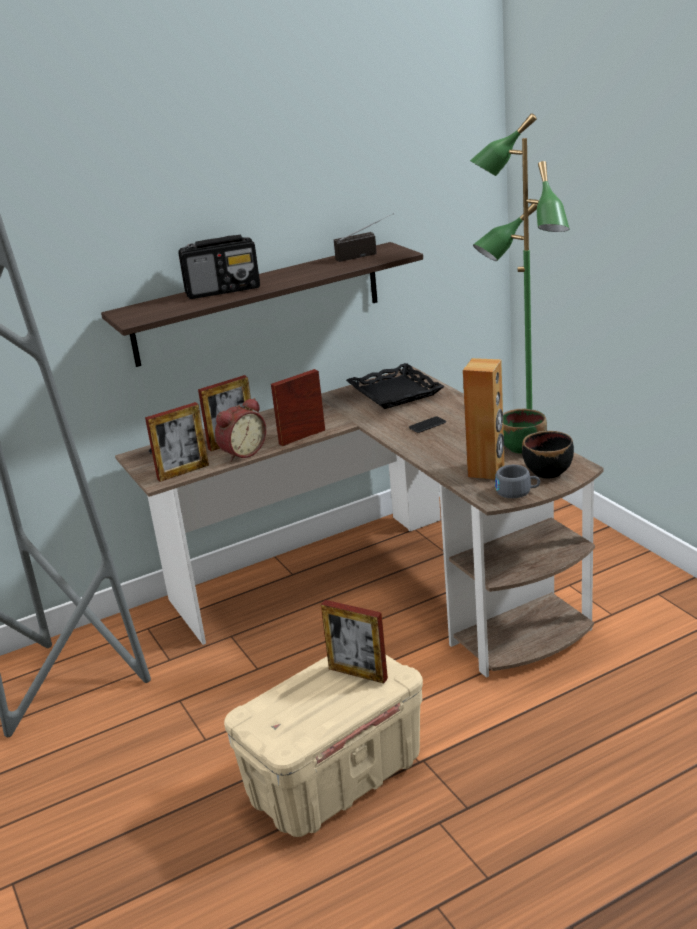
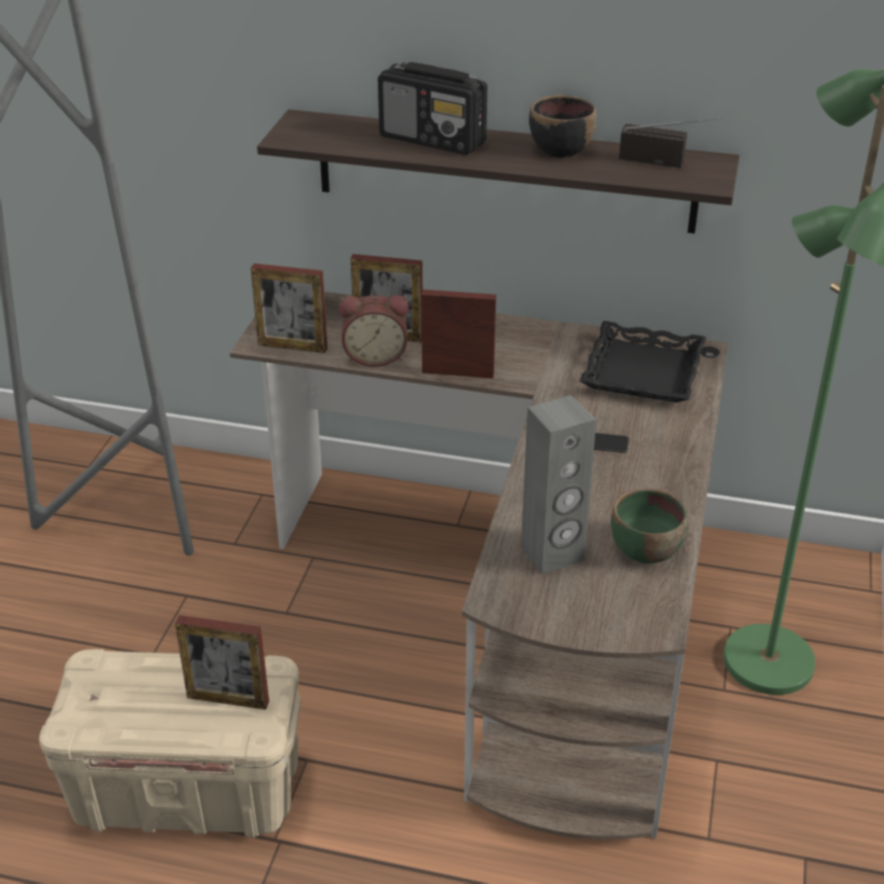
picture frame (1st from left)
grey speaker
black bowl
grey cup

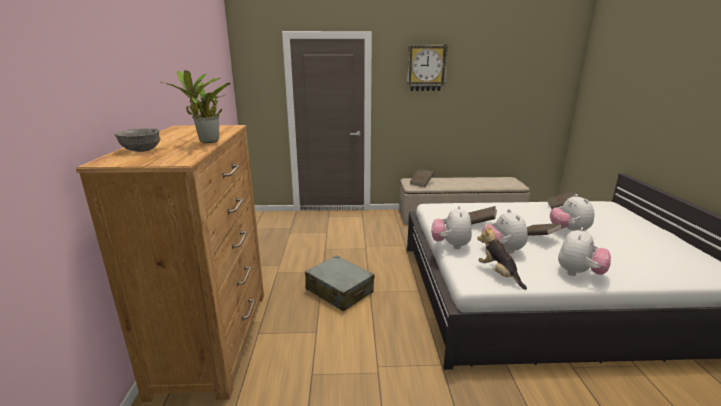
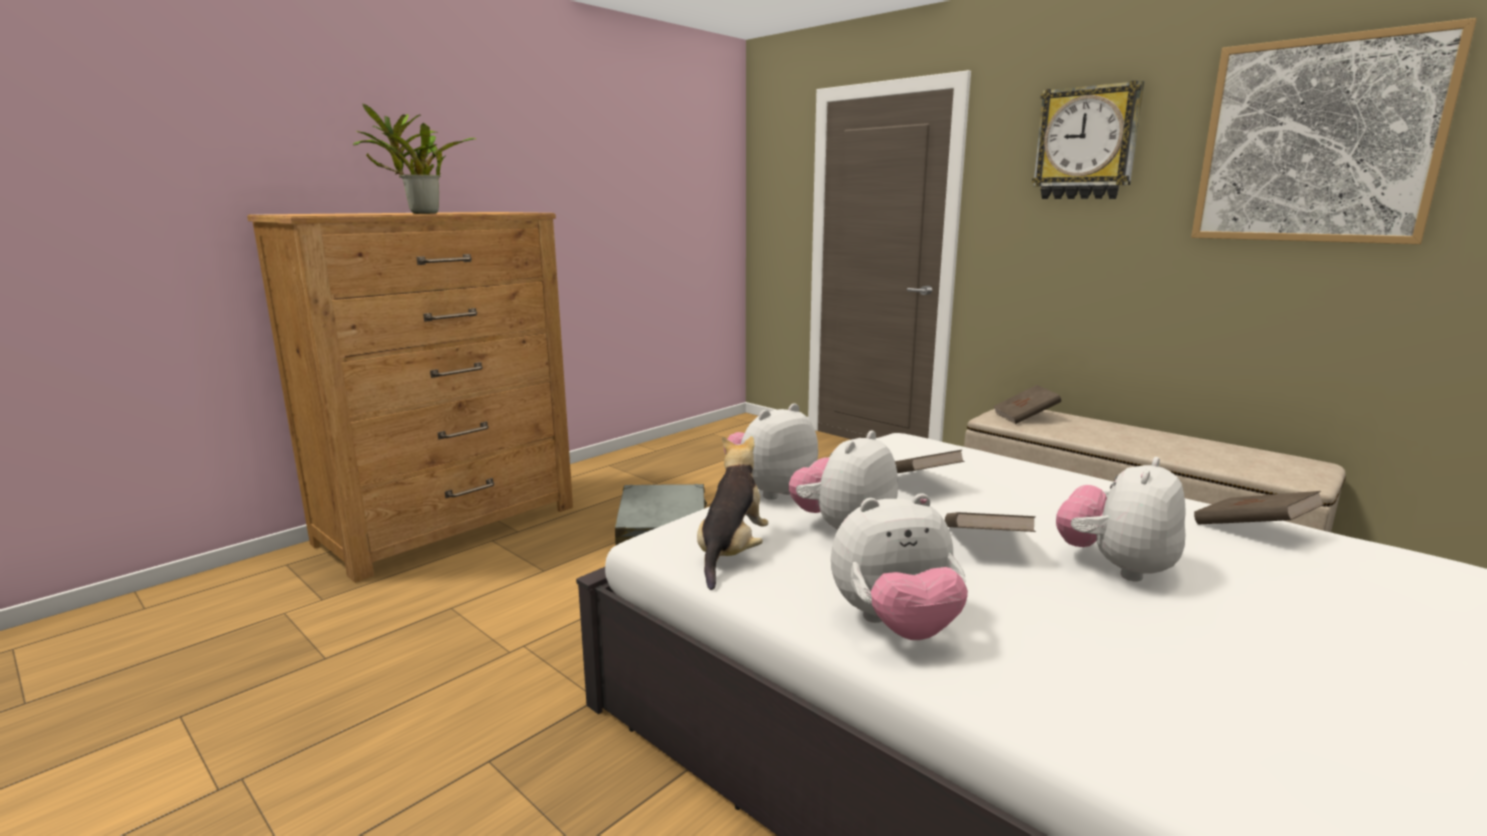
picture
grey bowl

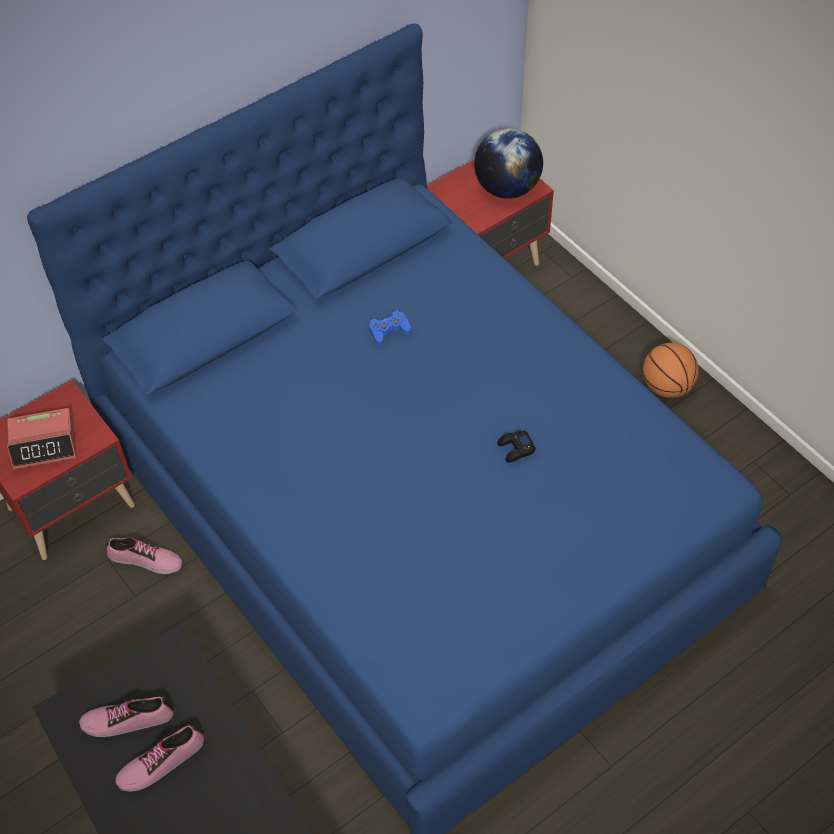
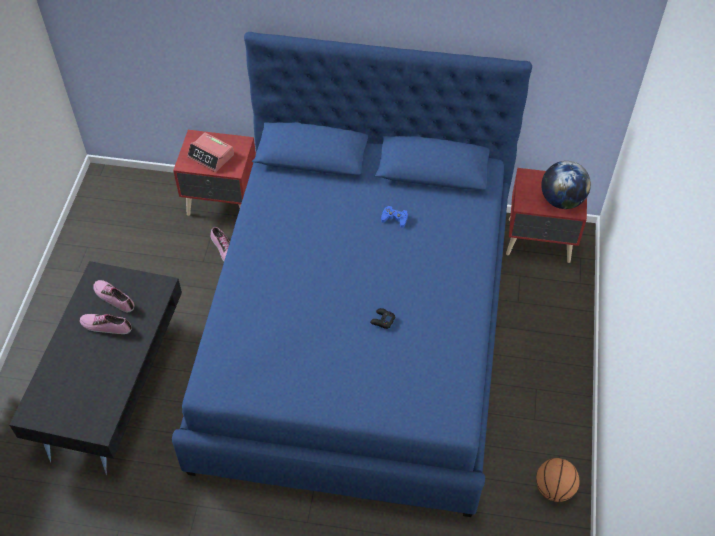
basketball

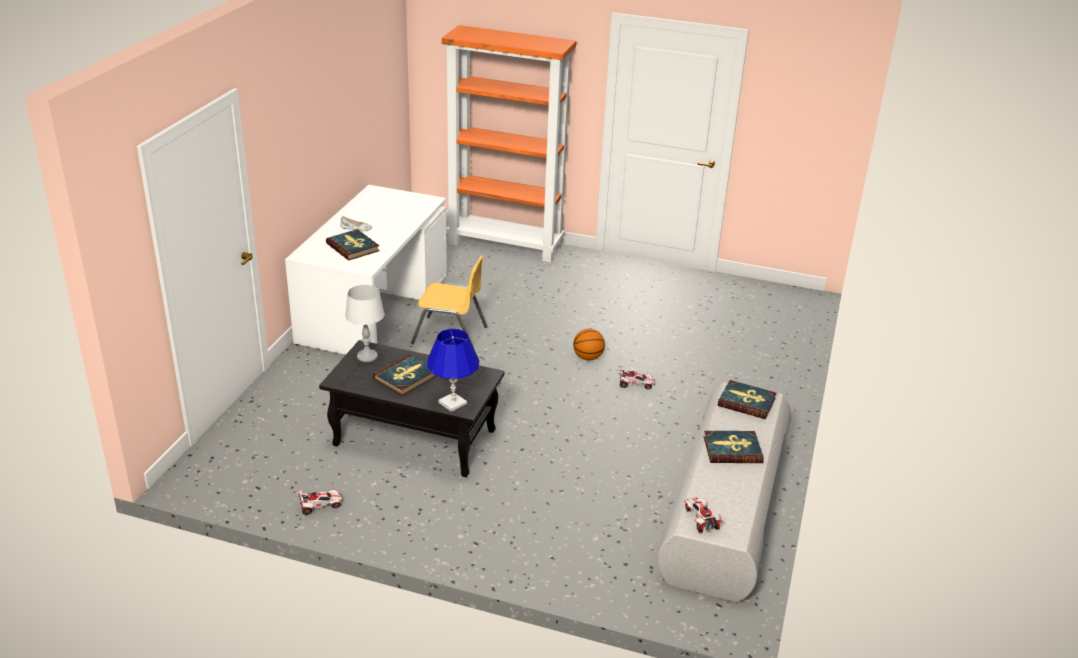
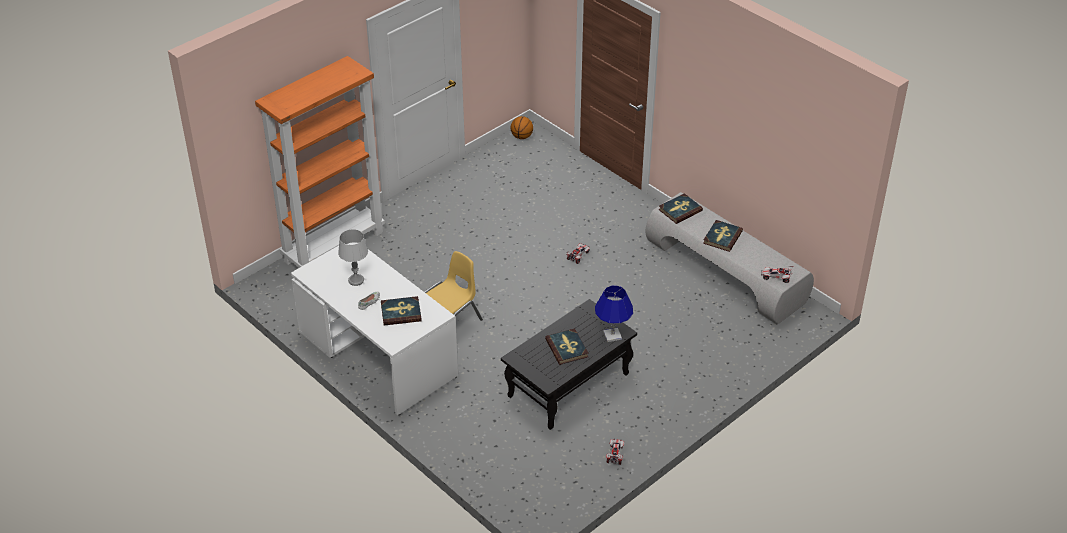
grey table lamp
basketball

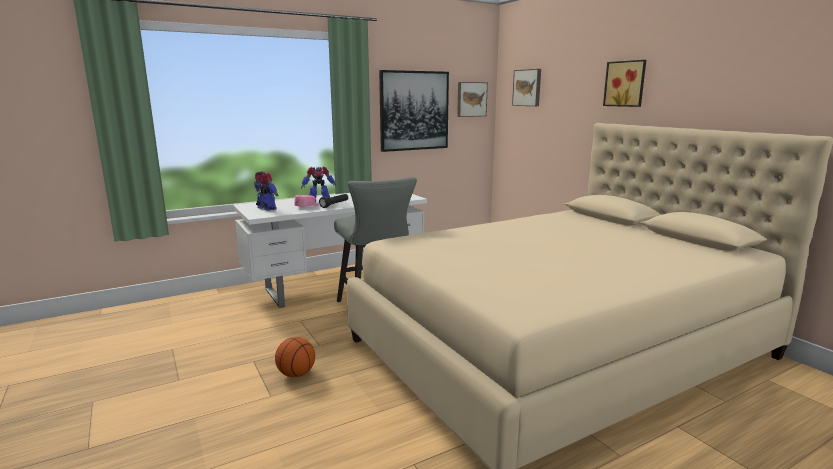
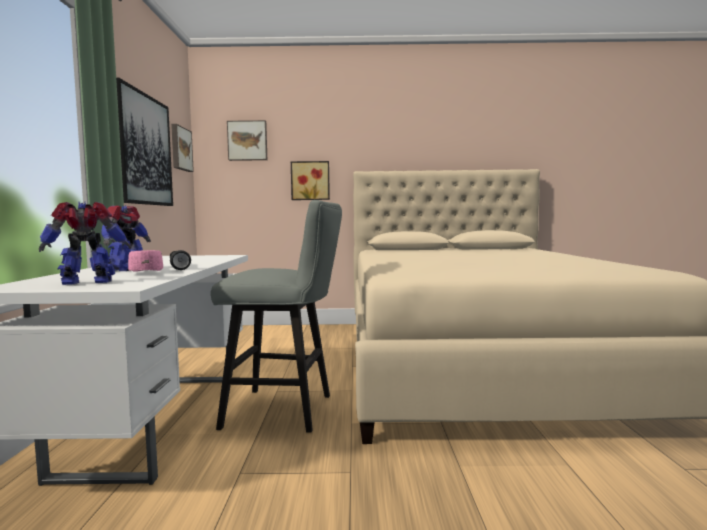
picture (4th from left)
basketball

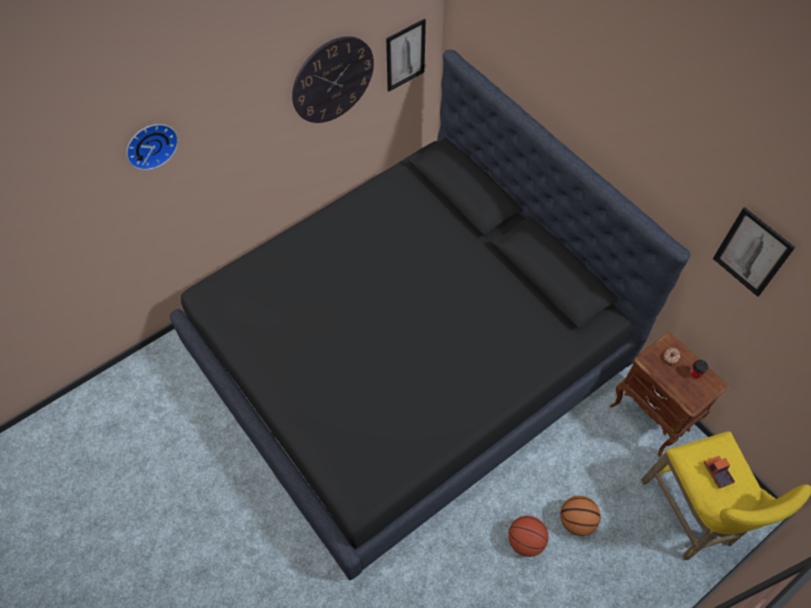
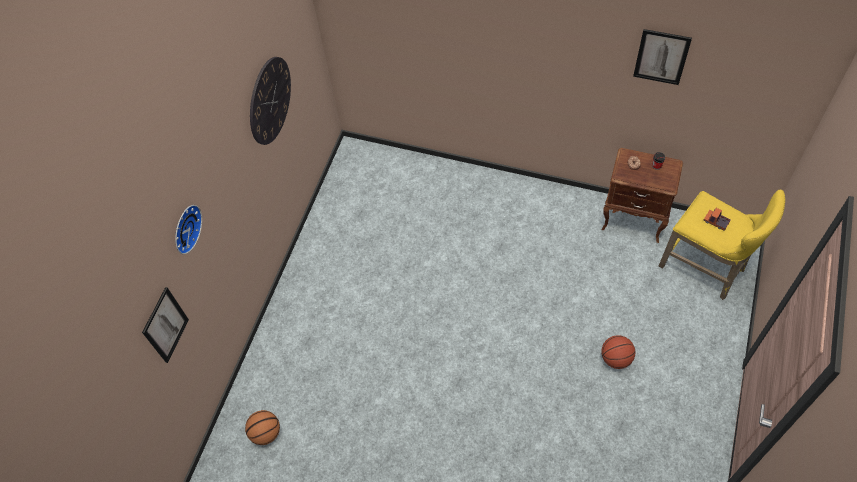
picture (1st from left)
basketball (1st from left)
black bed

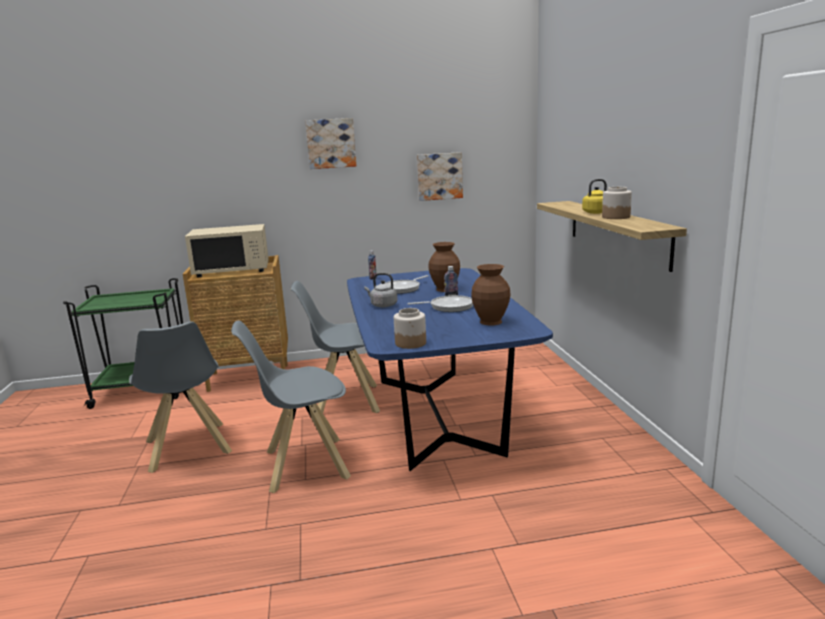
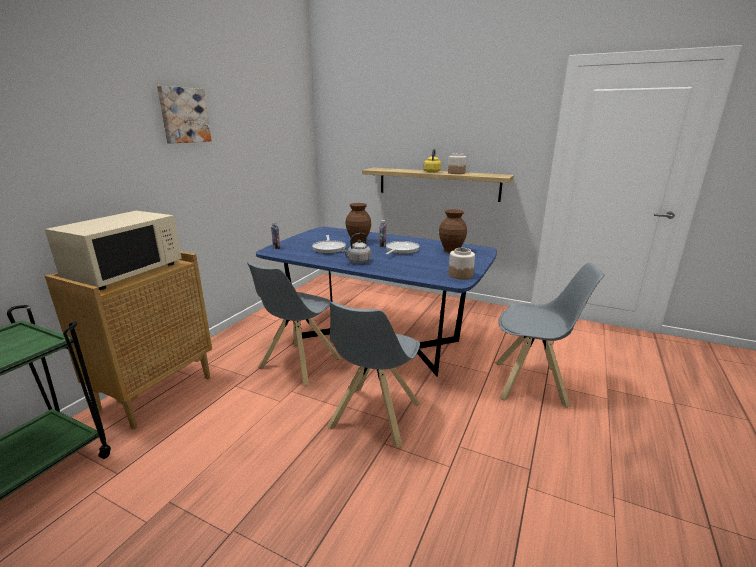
grey chair (3rd from left)
picture (2nd from left in the first image)

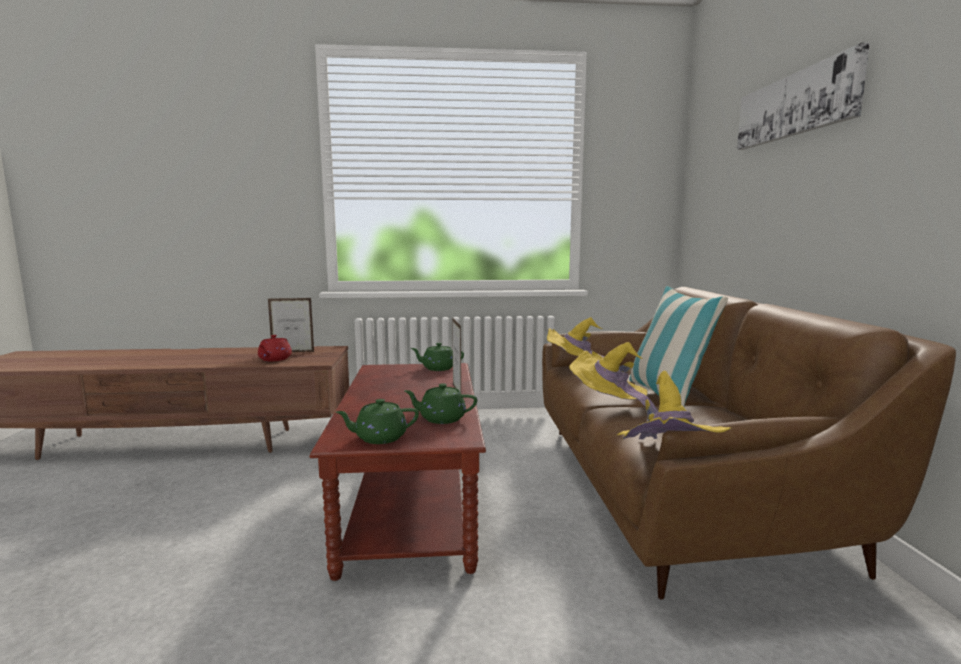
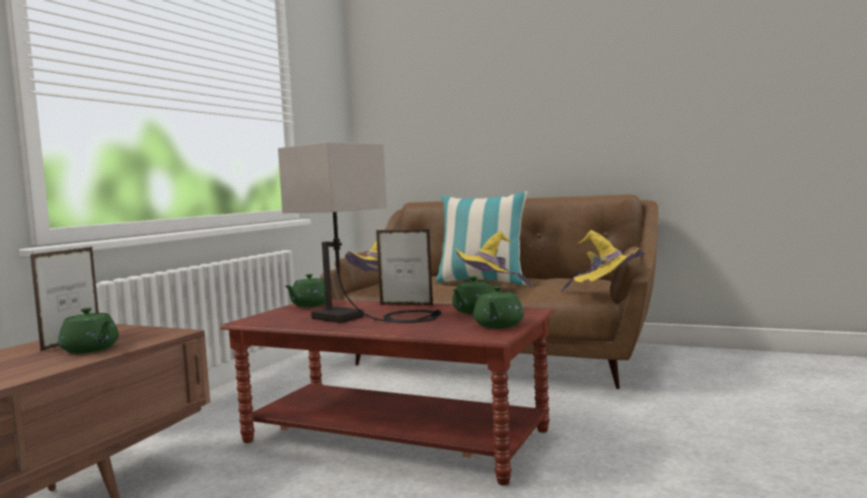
green teapot (1st from left)
table lamp
picture

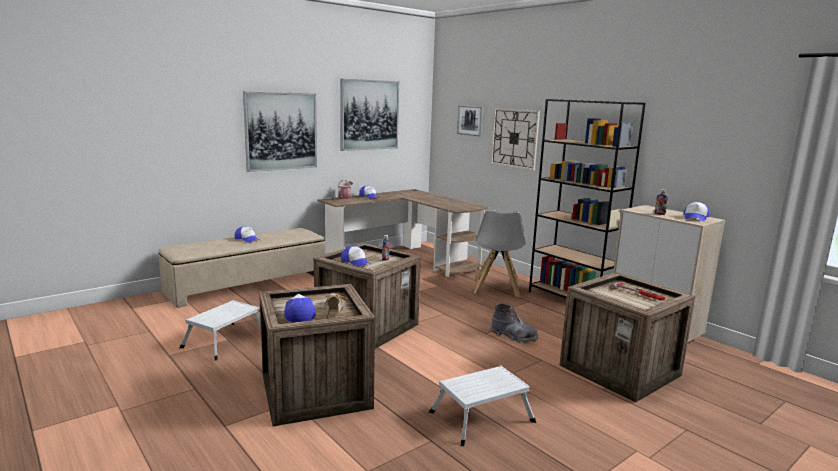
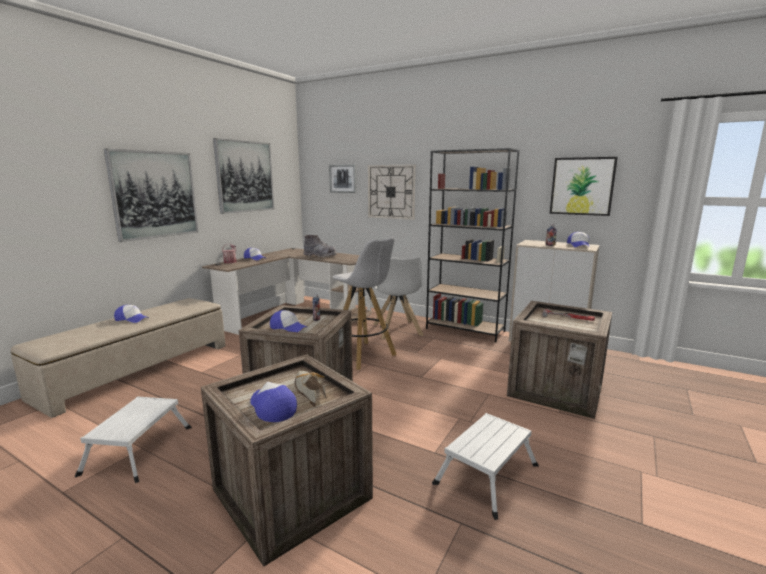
grey boot
white stool
picture (4th from left)

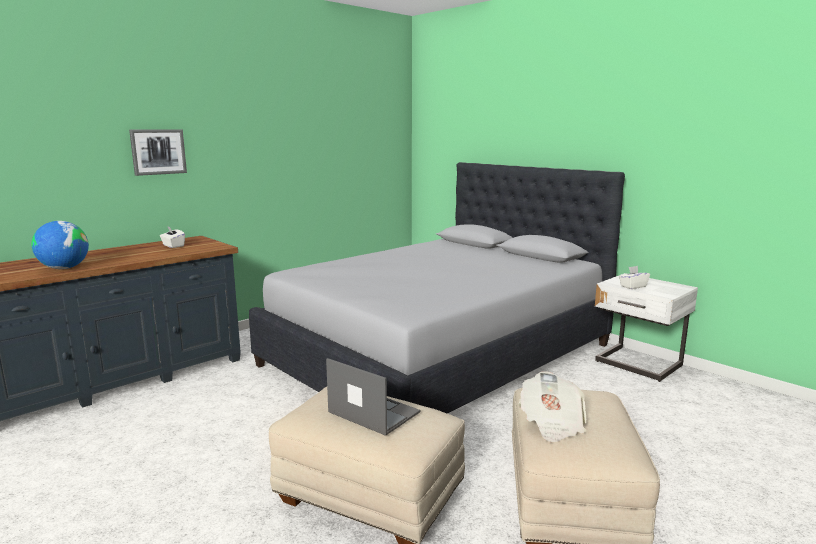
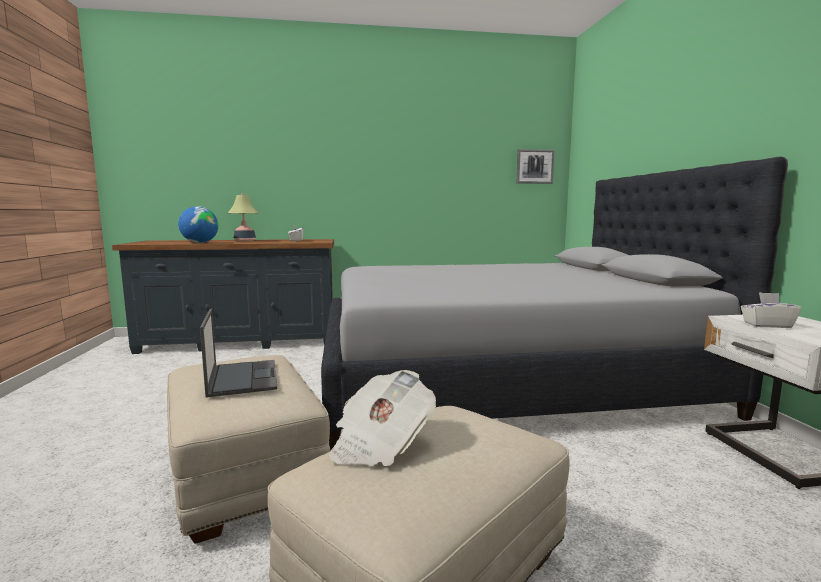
table lamp
picture

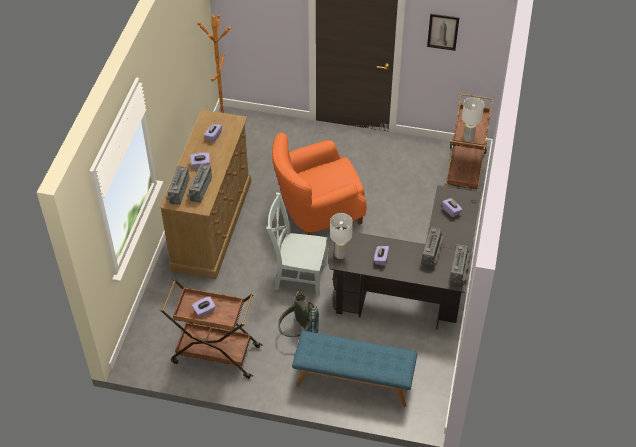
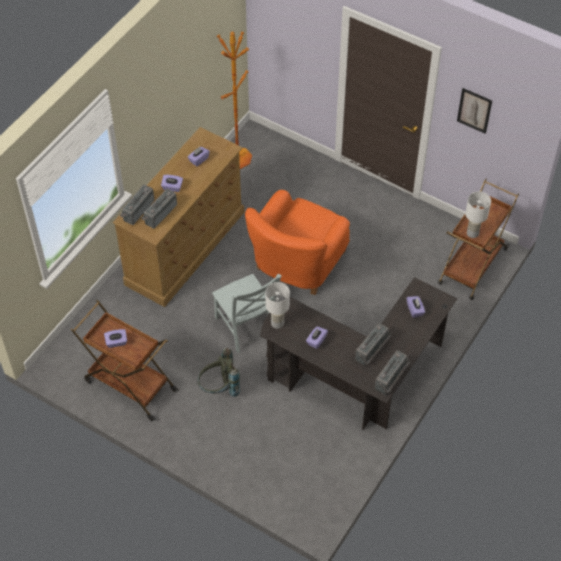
grey chair
orange armchair
blue bench

